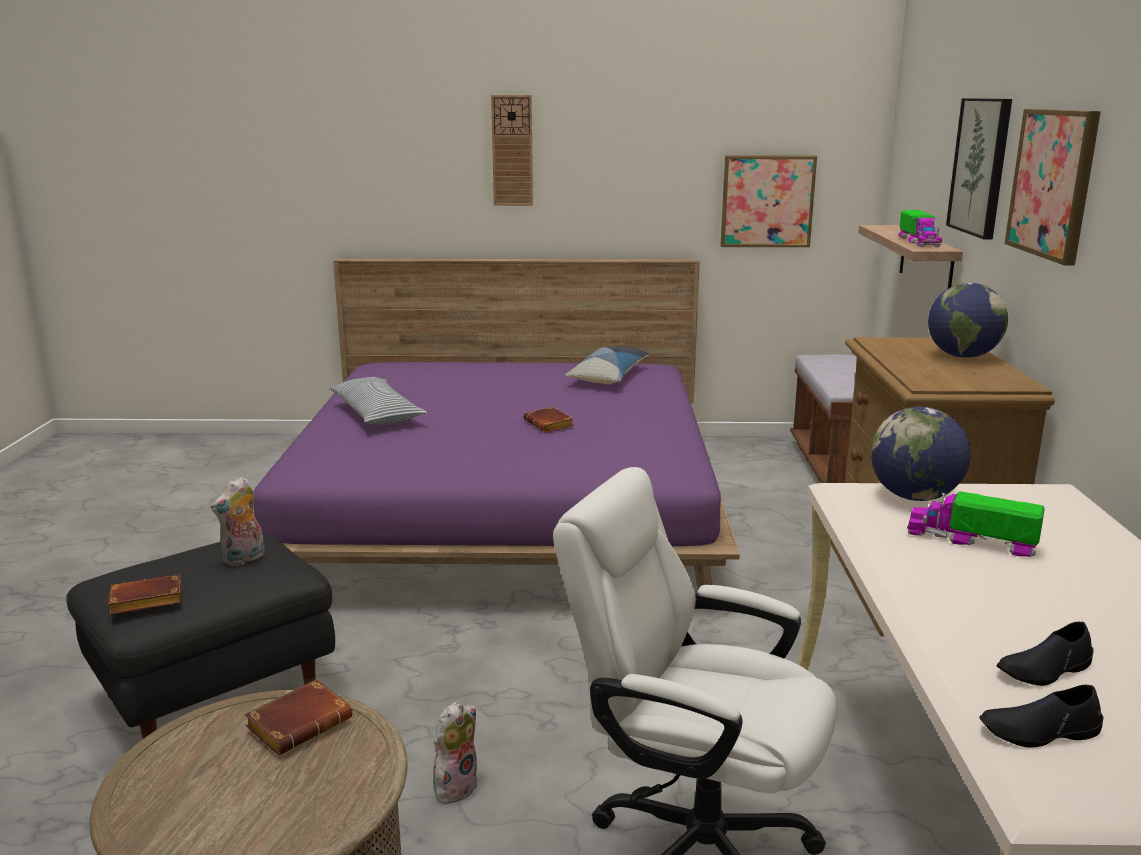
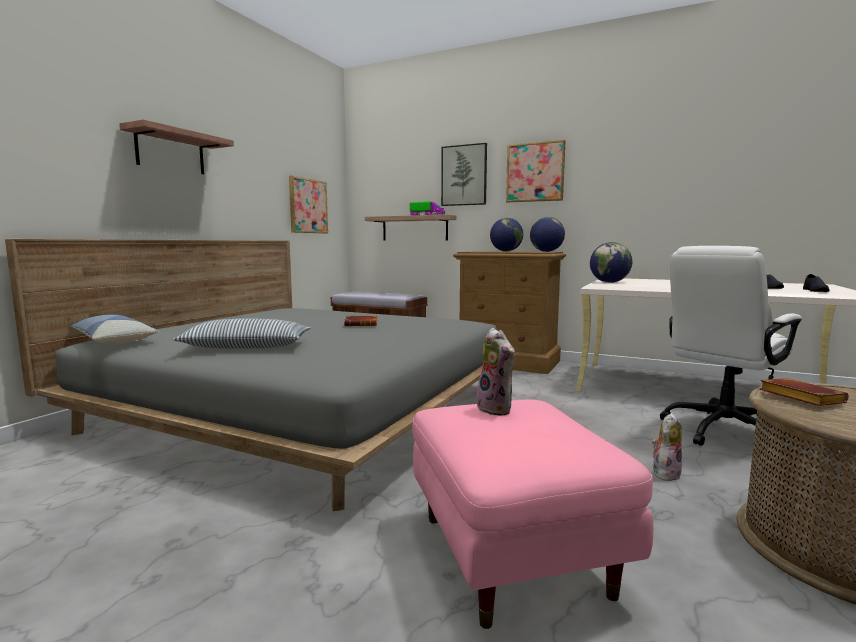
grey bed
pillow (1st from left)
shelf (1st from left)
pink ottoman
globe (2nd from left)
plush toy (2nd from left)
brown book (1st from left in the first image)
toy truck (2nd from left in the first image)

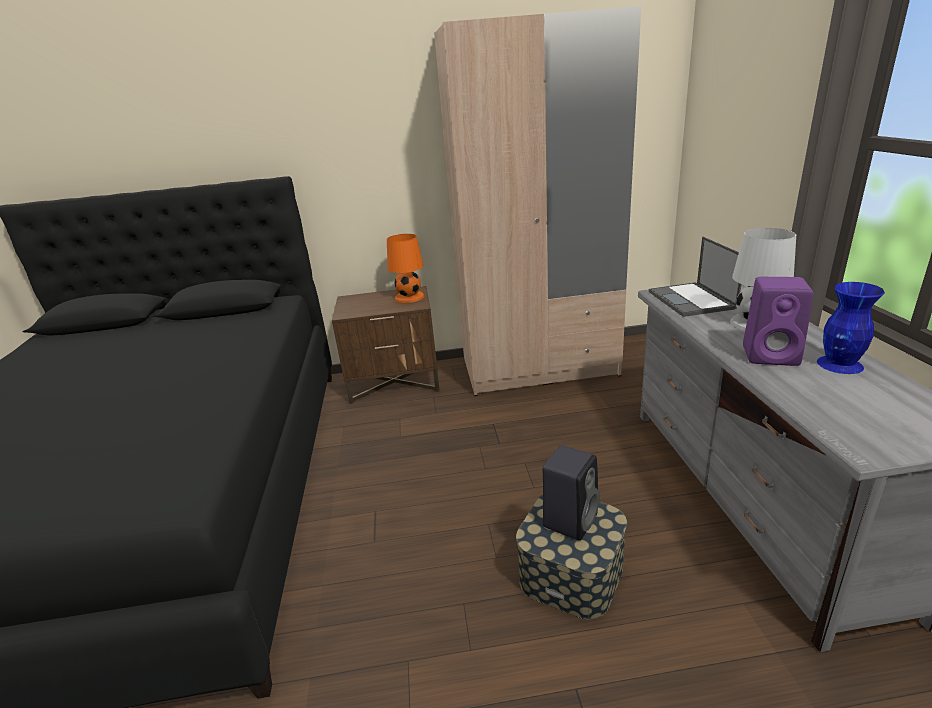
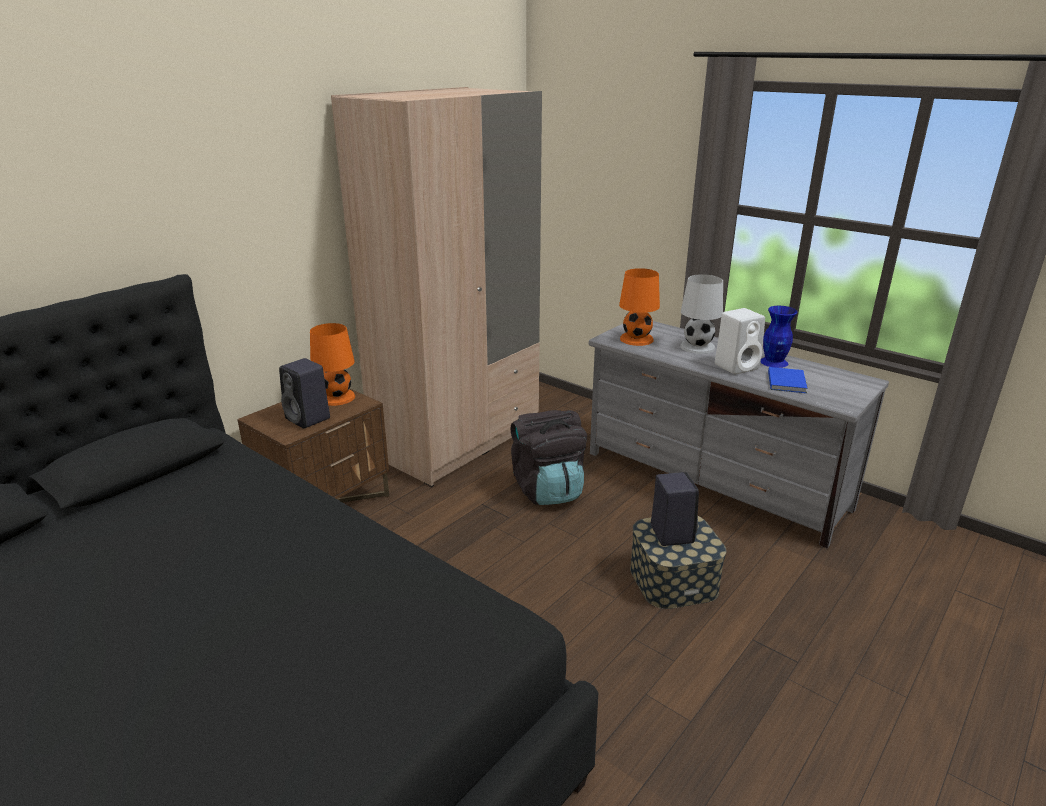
black speaker (1st from left)
black backpack
orange table lamp (2nd from left)
white speaker
blue book

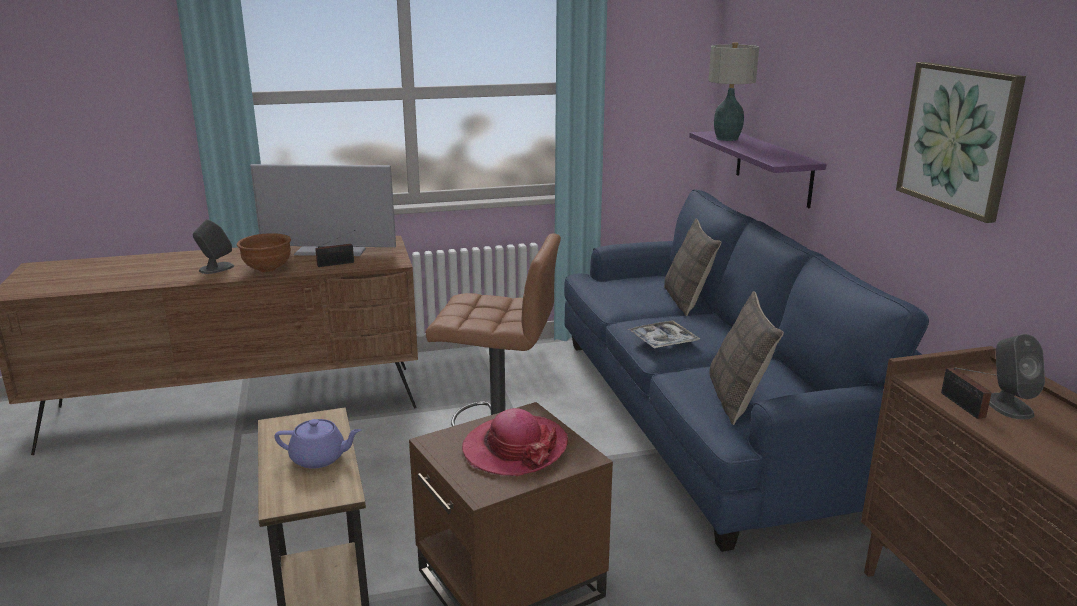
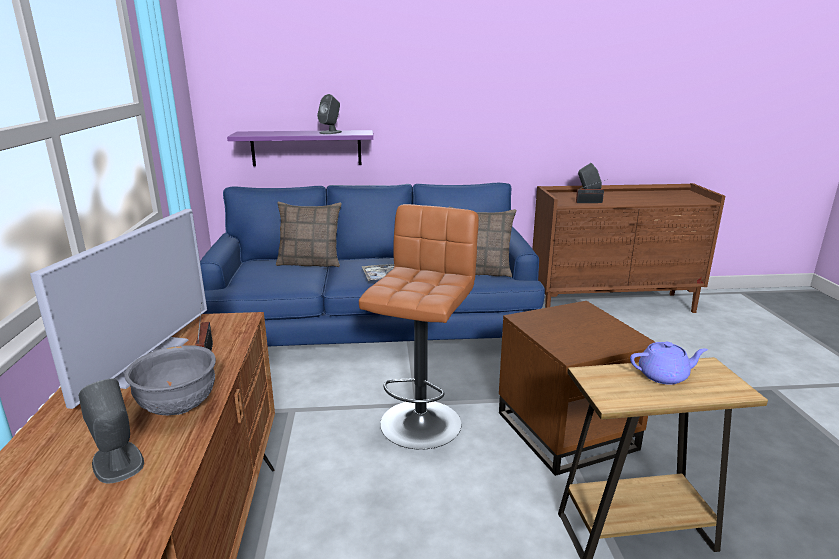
grey bowl
grey speaker (2nd from left)
purple teapot
hat
table lamp
picture

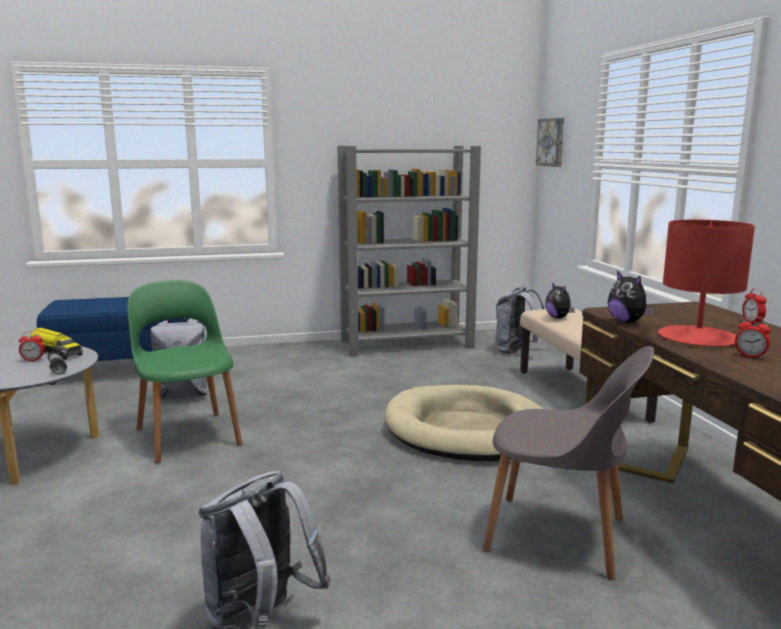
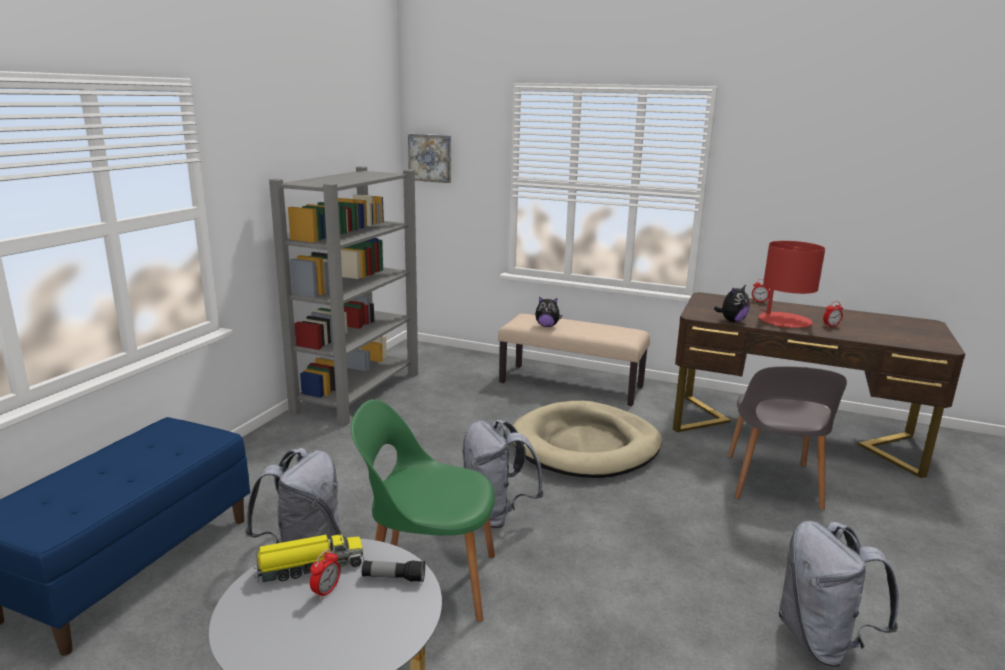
grey backpack (2nd from left)
plush toy (2nd from left)
grey chair

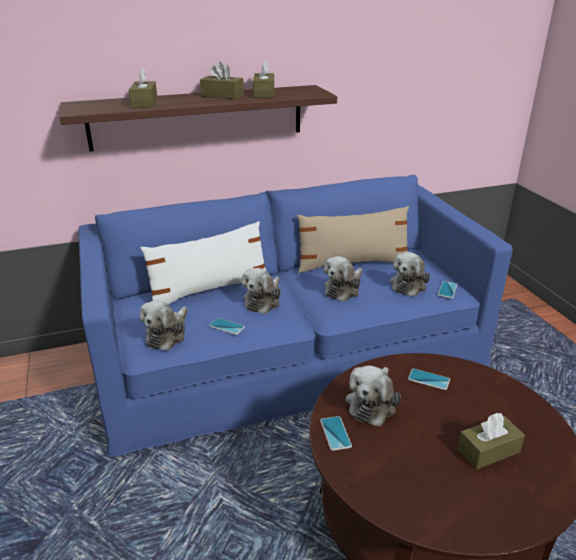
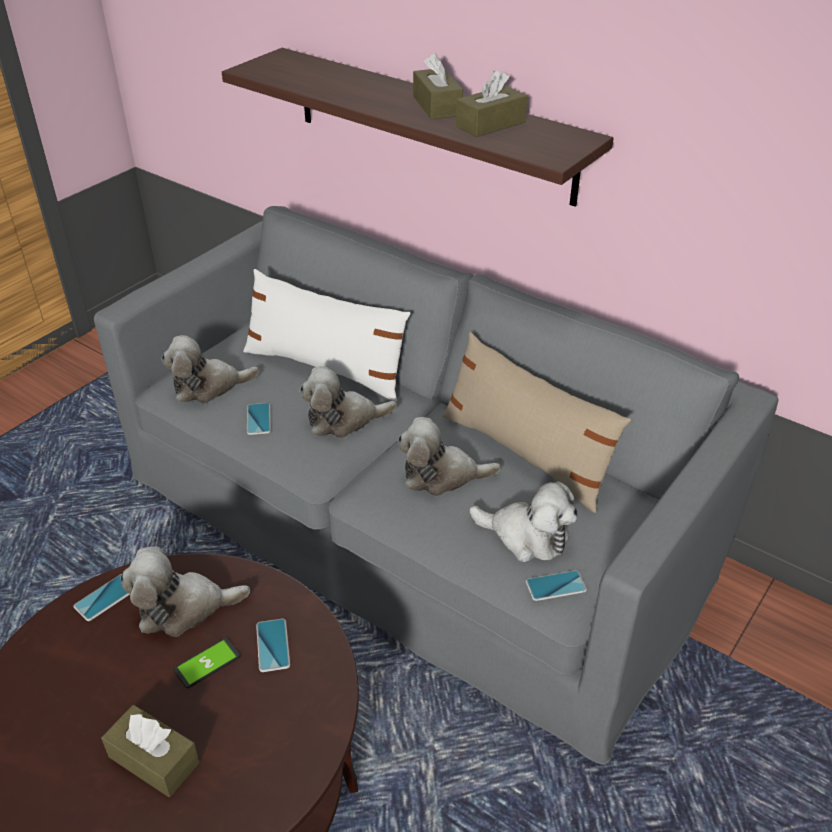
grey sofa
phone (2nd from left)
plush toy (5th from left)
brown tissue box (1st from left in the first image)

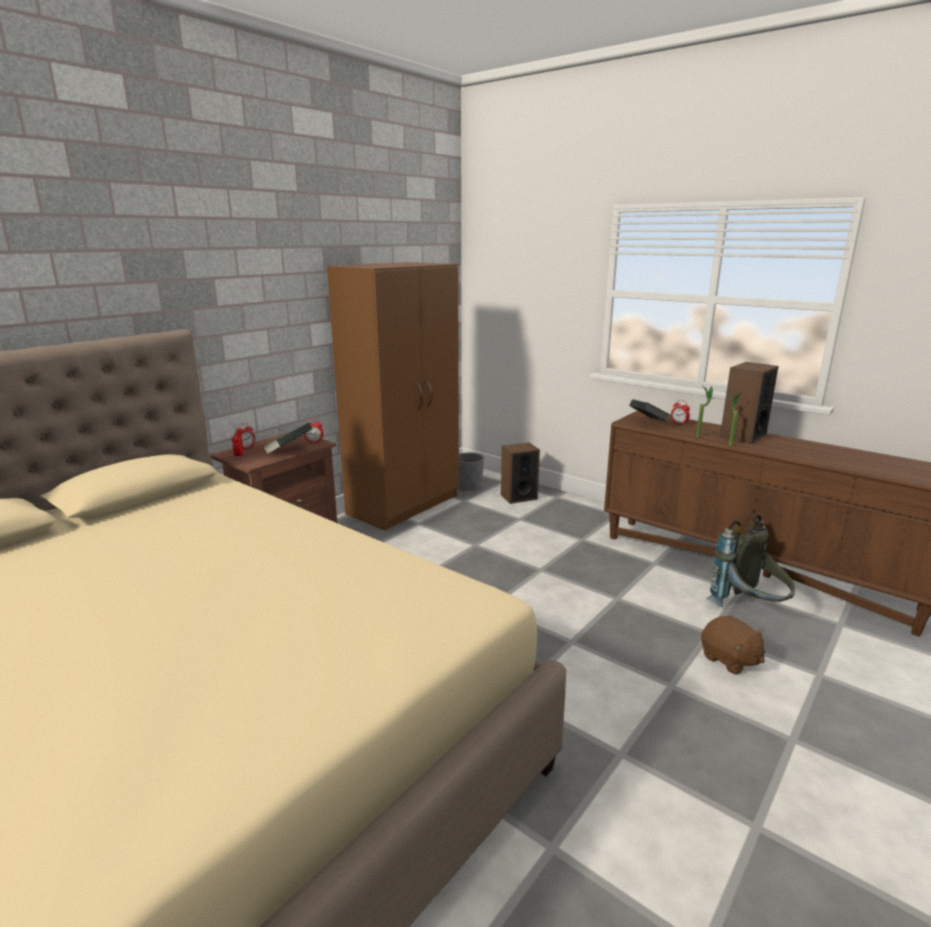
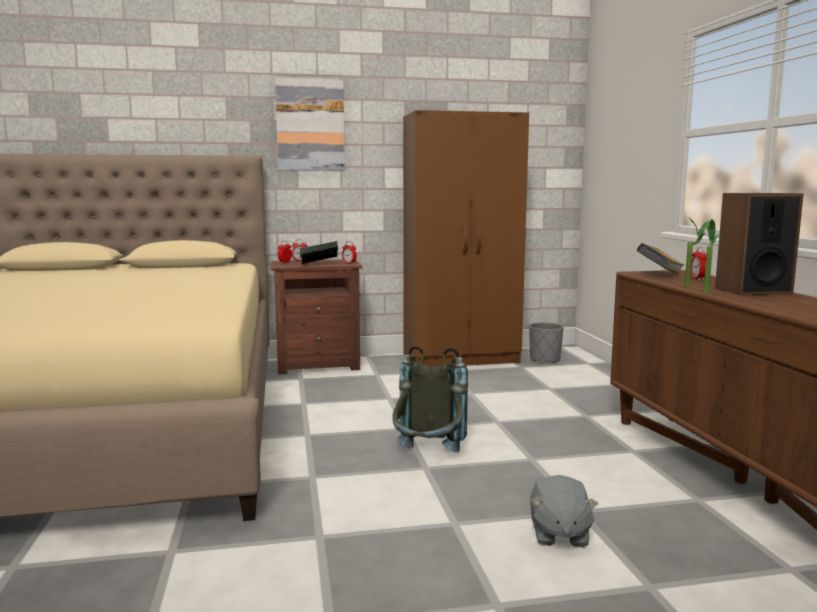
picture
grey backpack
grey plush toy
speaker (1st from left in the first image)

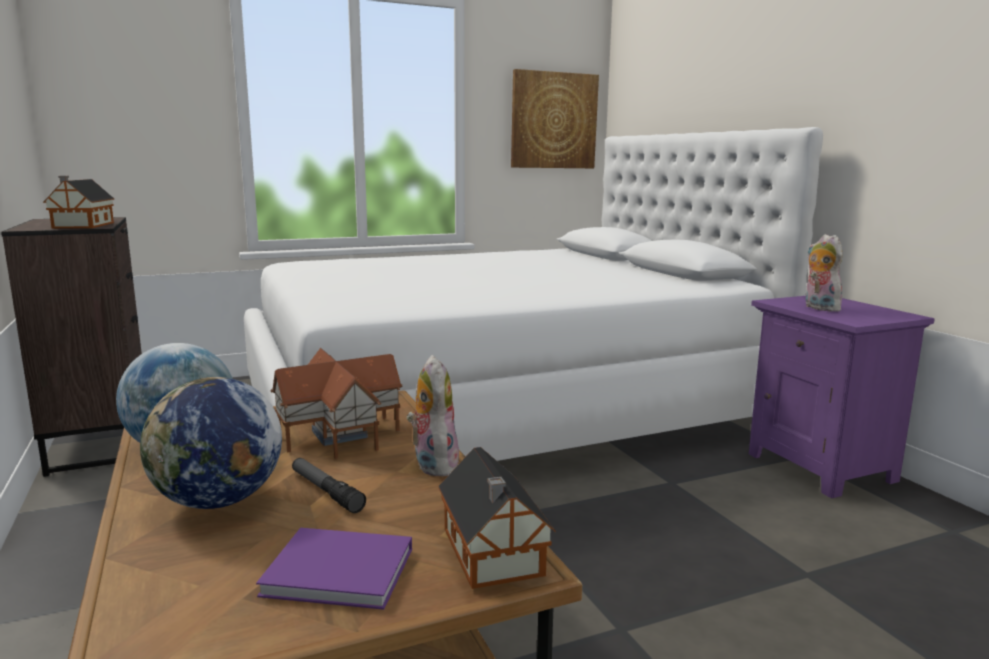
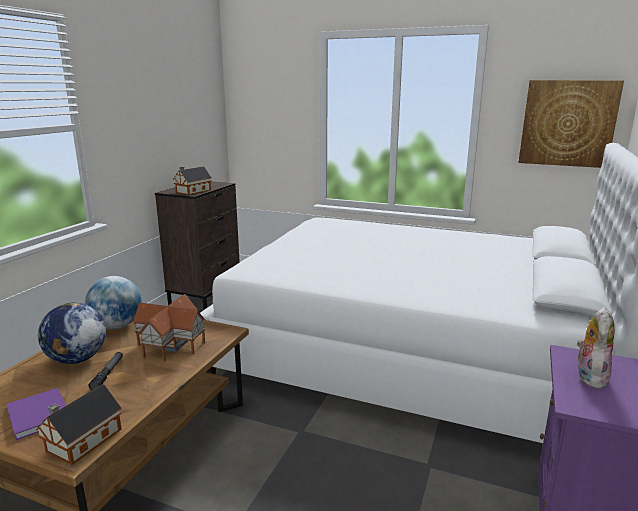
plush toy (1st from left in the first image)

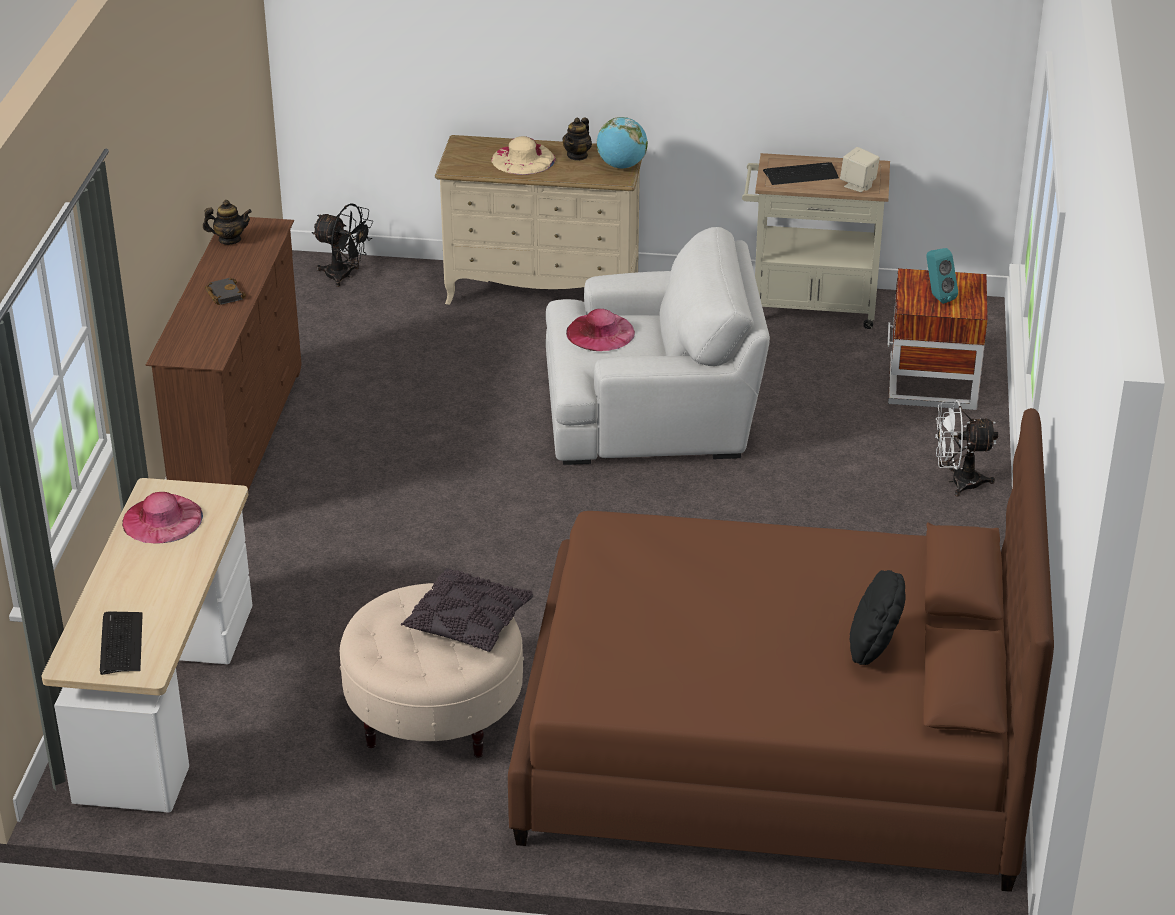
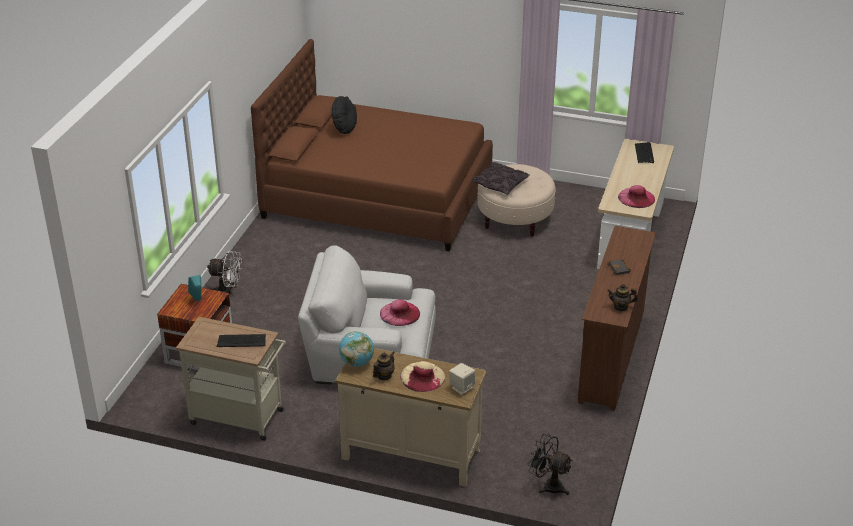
beige speaker

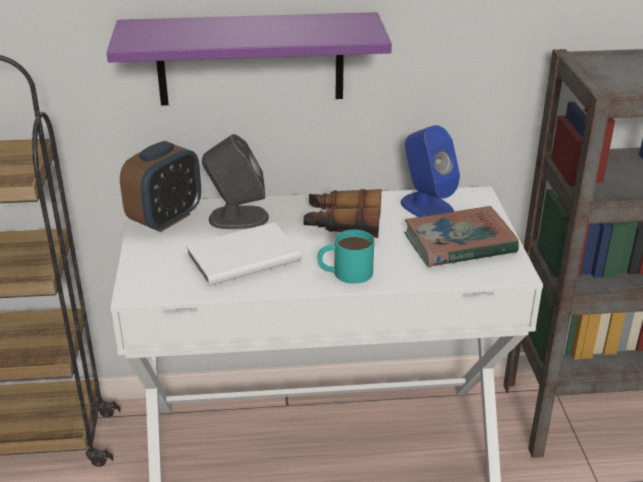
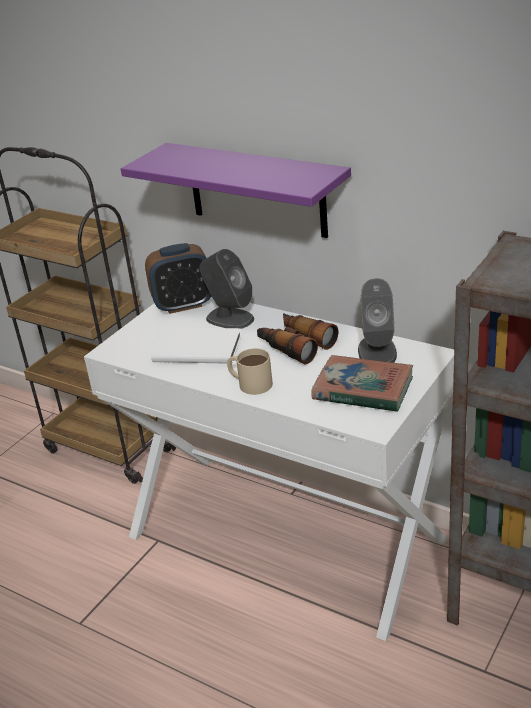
beige mug
grey speaker (2nd from left)

